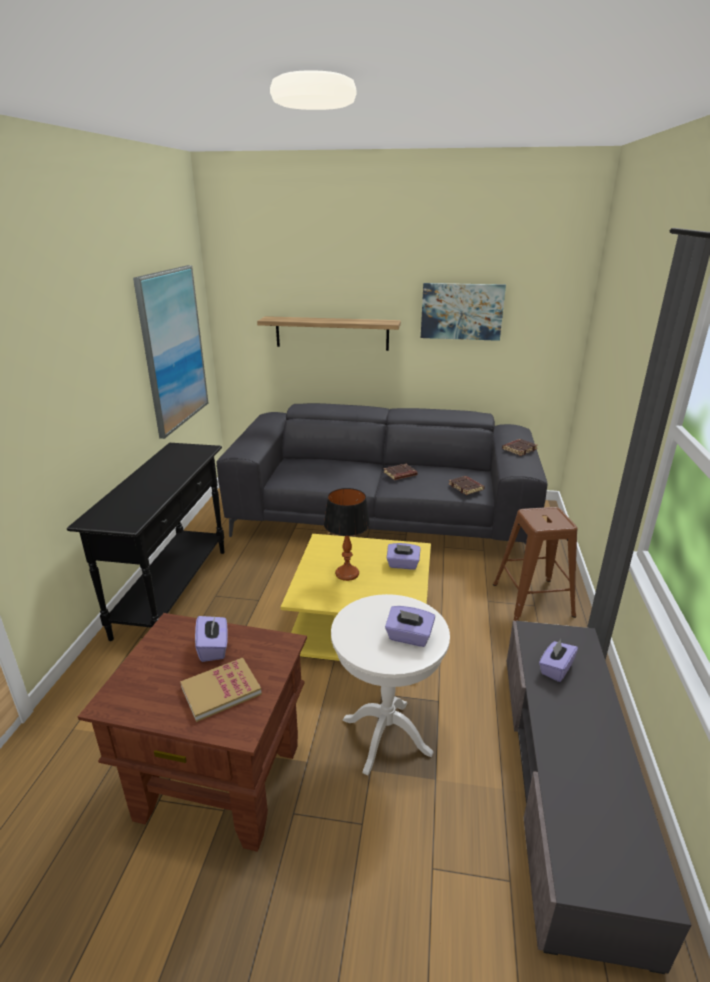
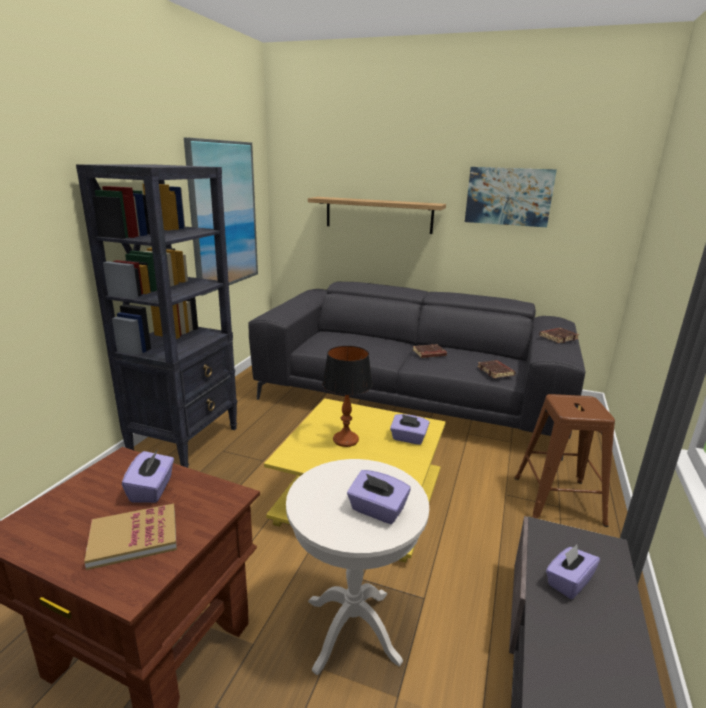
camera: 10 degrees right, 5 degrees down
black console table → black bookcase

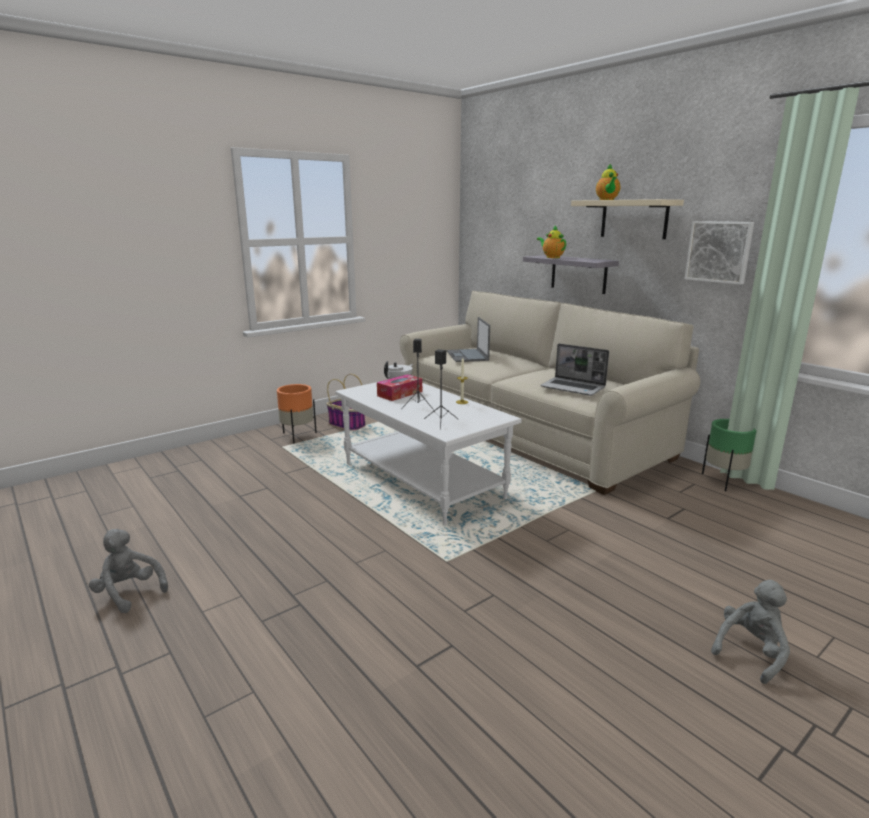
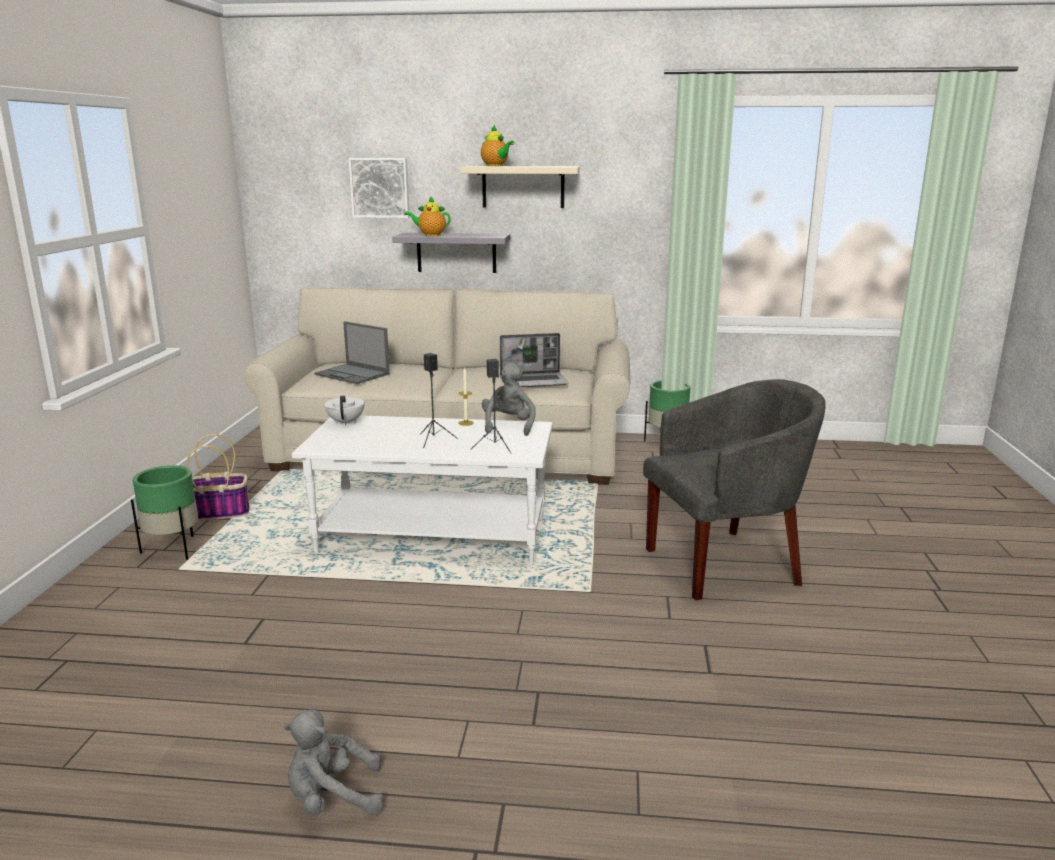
camera: 45 degrees left, 0 degrees up
orange planter → green planter (no. 1 from left)
tissue box → -
picture, shifted
grey plush toy (no. 2 from left), shifted
- → grey armchair

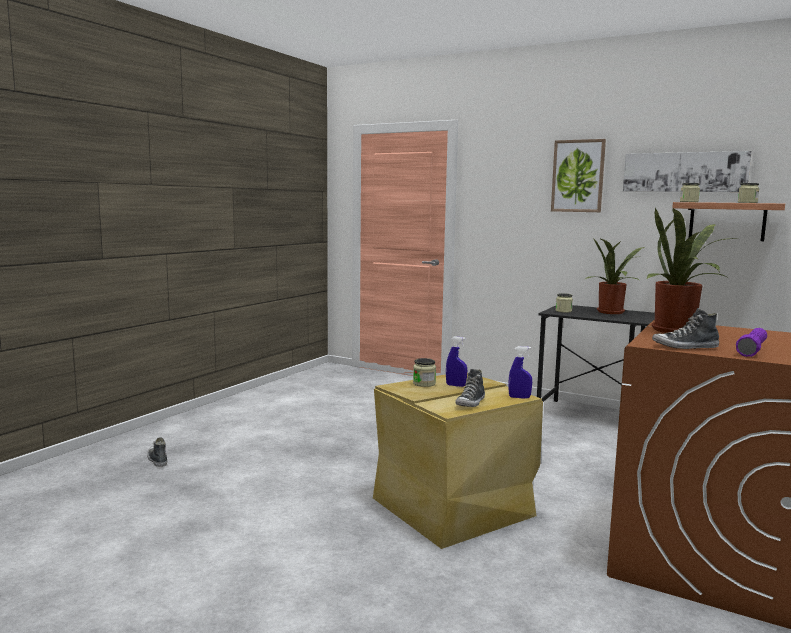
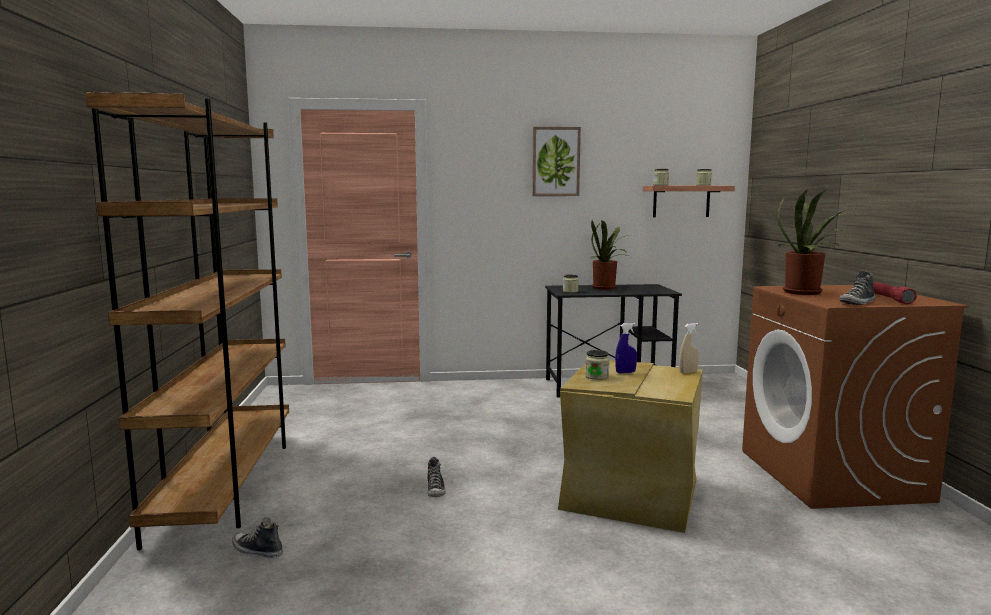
camera: 35 degrees left, 0 degrees up
shoe (no. 2 from left), shifted
blue spray bottle (no. 2 from left) → beige spray bottle
picture (no. 2 from left) → -
purple flashlight → red flashlight
- → brown bookcase

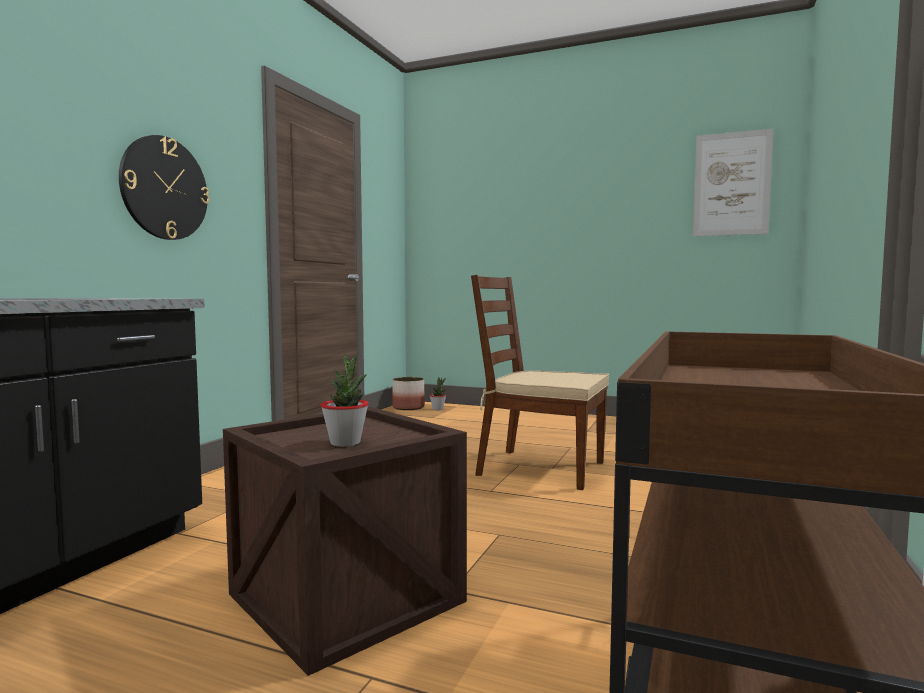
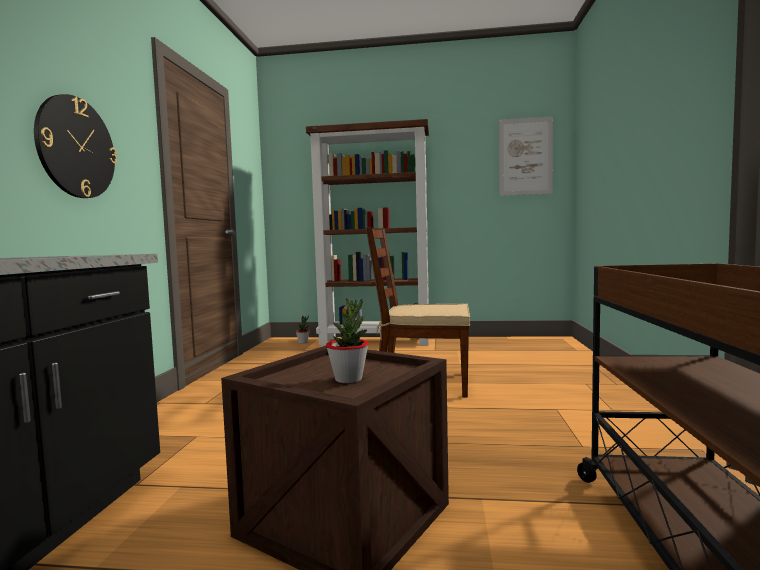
camera: 15 degrees left, 0 degrees up
planter → -
- → brown bookcase

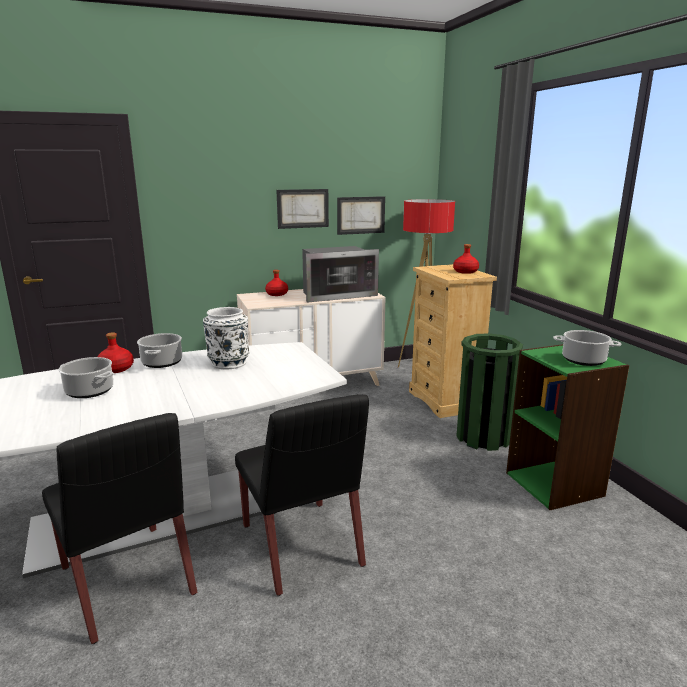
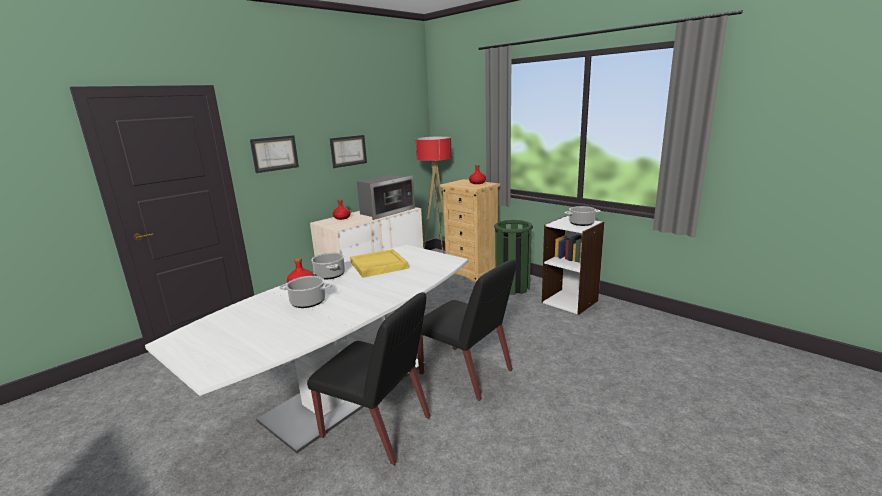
camera: 25 degrees left, 0 degrees up
white vase → yellow tray
picture (no. 2 from left in the first image) → picture (no. 1 from left), shifted
green bookcase → white bookcase

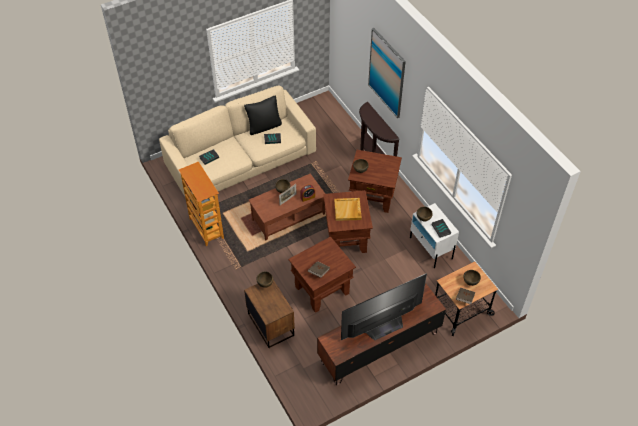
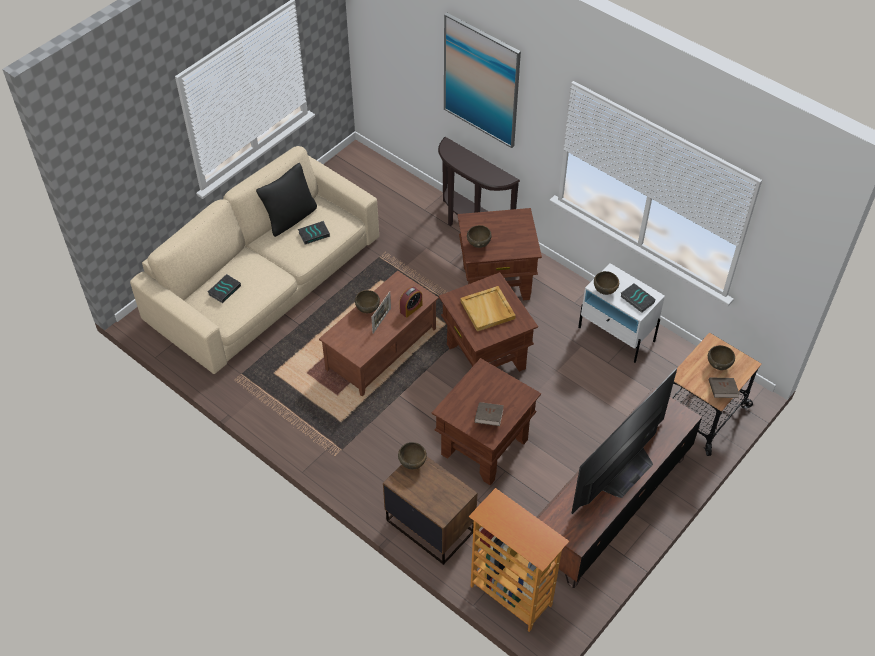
camera: 20 degrees left, 0 degrees up
bookcase, shifted

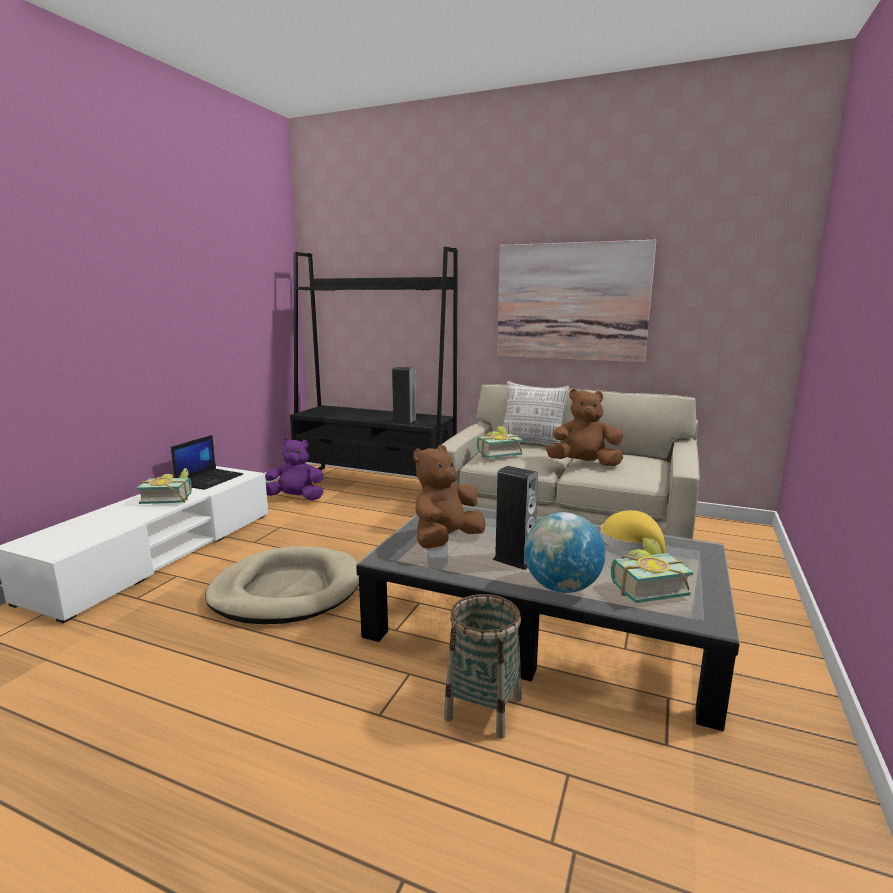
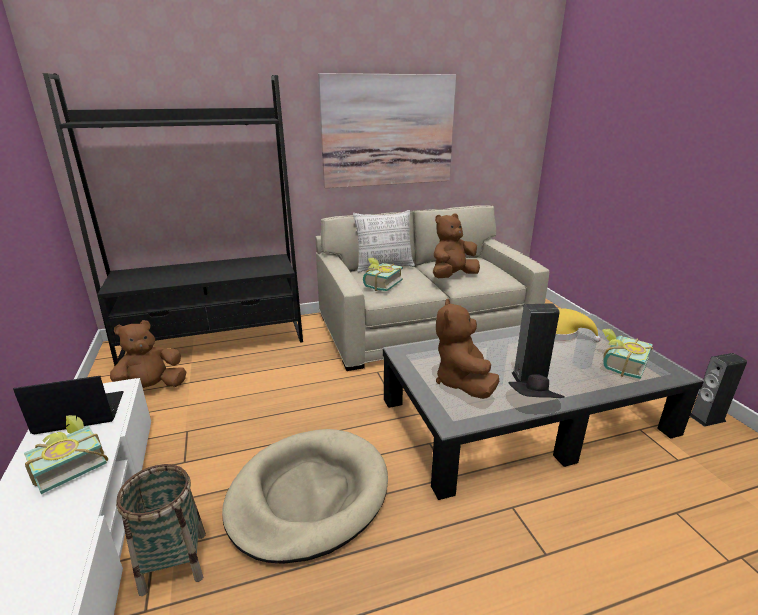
camera: 40 degrees left, 10 degrees up
laptop, 90 degrees counterclockwise
purple plush toy → brown plush toy (no. 1 from left)
speaker (no. 1 from left in the first image) → speaker (no. 2 from left), shifted
basket, shifted
globe → -
- → black hat

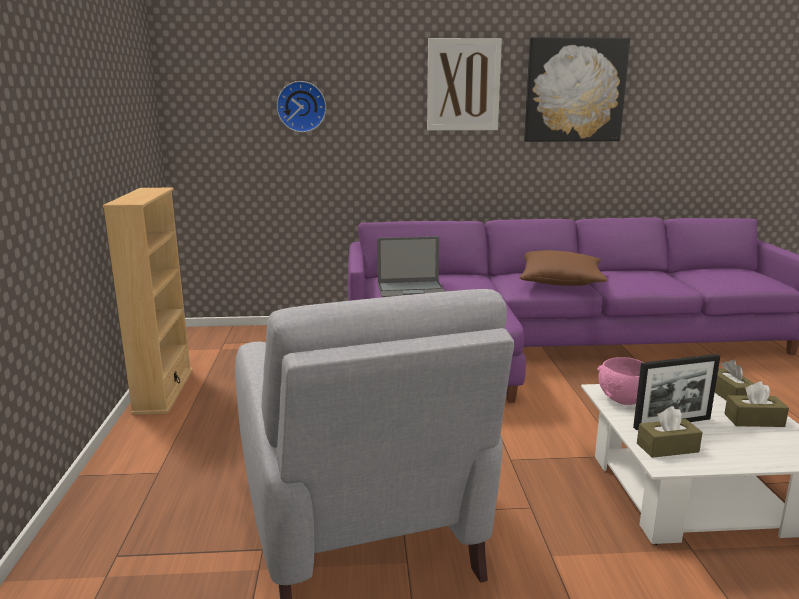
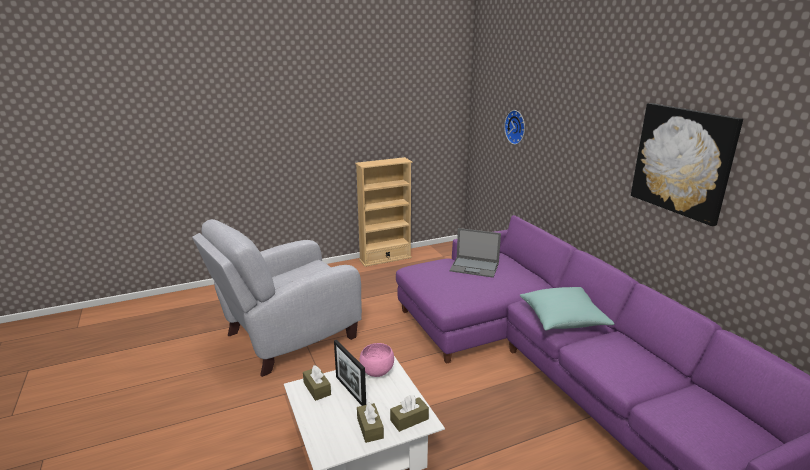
camera: 70 degrees right, 5 degrees up
laptop, 45 degrees counterclockwise
picture (no. 1 from left) → -
brown pillow → turquoise pillow

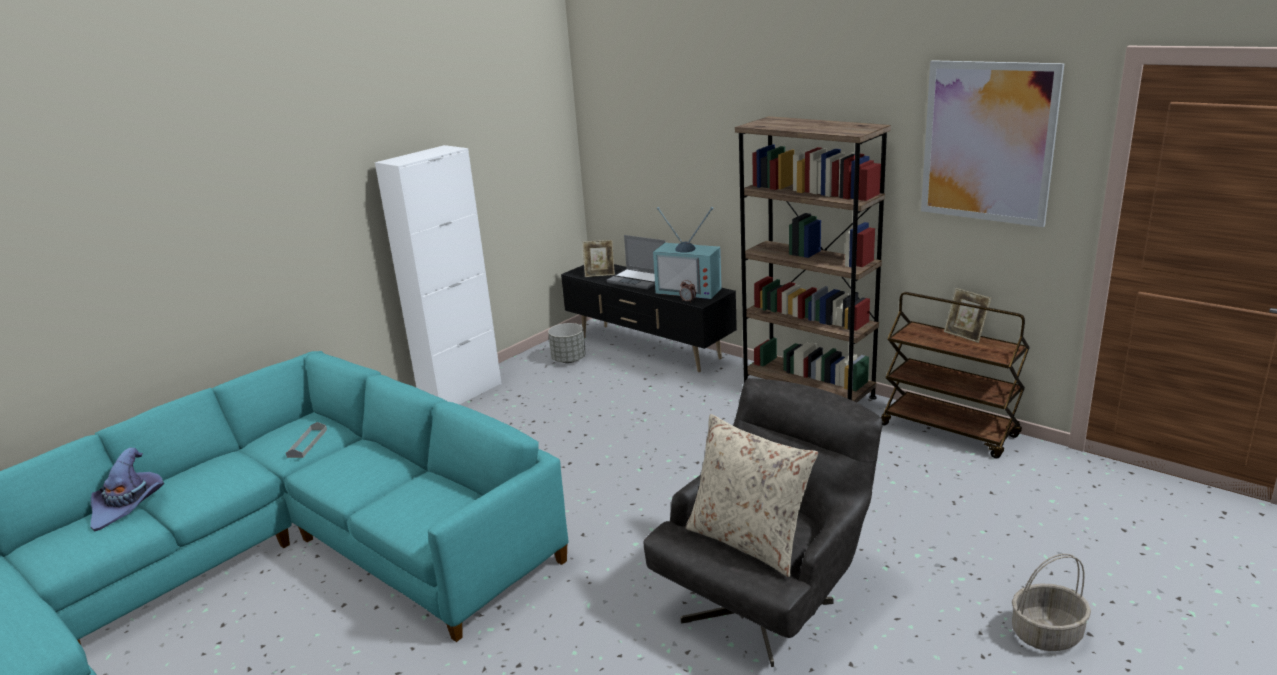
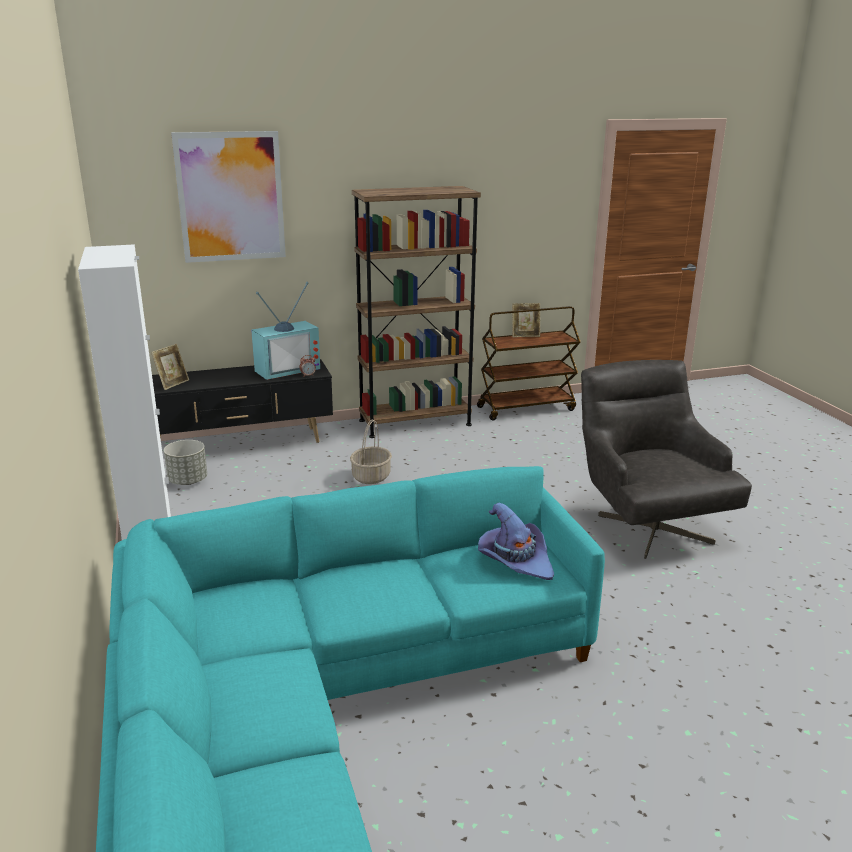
camera: 60 degrees left, 0 degrees up
purple hat, shifted
grey tray → -
laptop → -
beige pillow → -
picture, shifted
basket, shifted

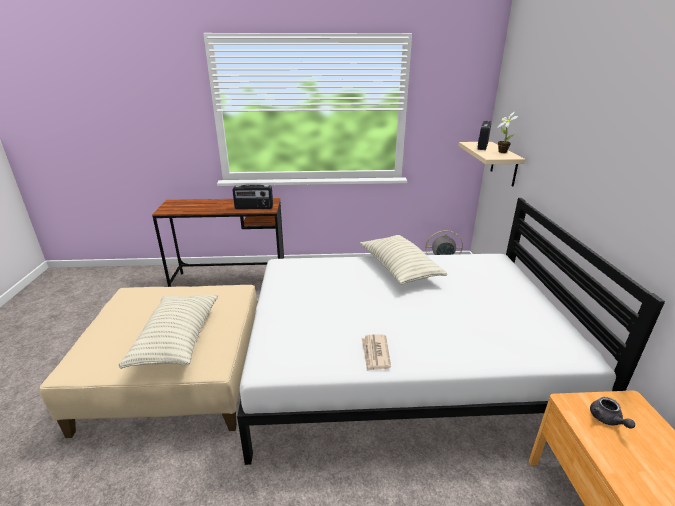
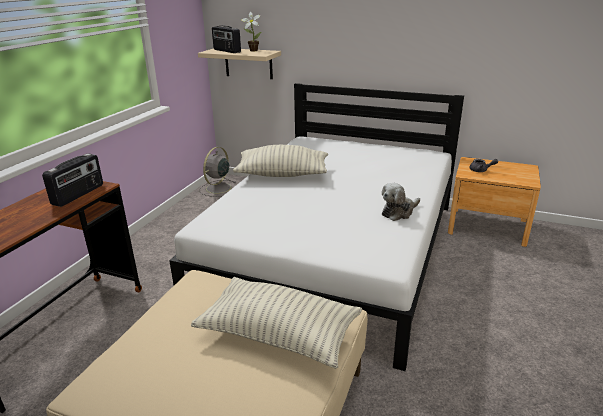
camera: 65 degrees left, 0 degrees up
newspaper → plush toy

